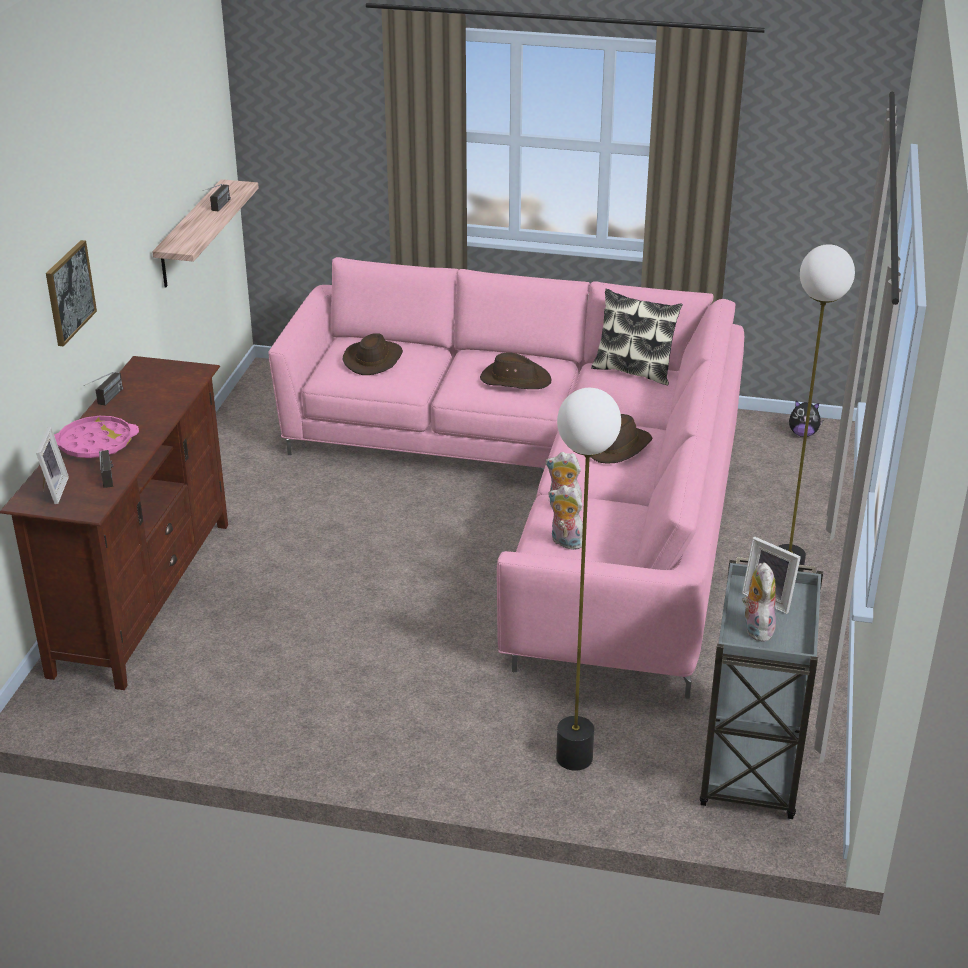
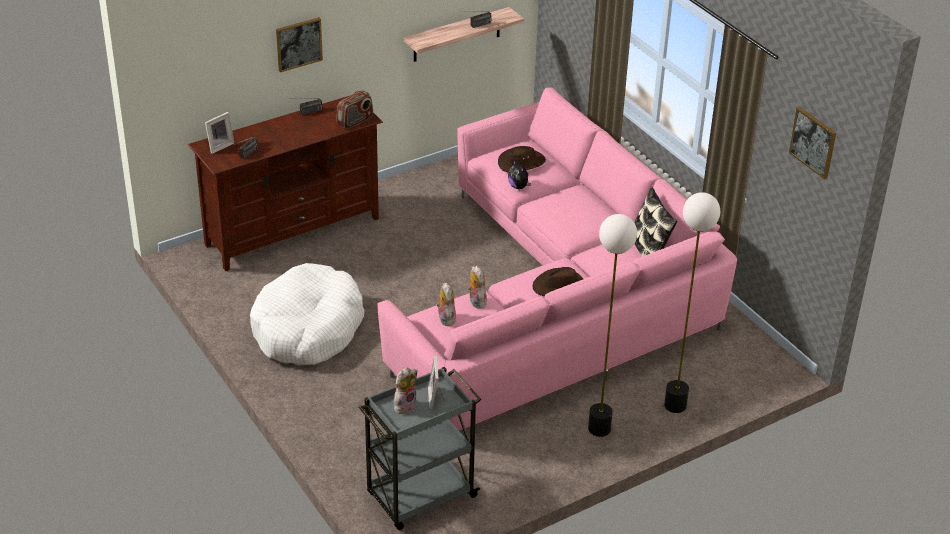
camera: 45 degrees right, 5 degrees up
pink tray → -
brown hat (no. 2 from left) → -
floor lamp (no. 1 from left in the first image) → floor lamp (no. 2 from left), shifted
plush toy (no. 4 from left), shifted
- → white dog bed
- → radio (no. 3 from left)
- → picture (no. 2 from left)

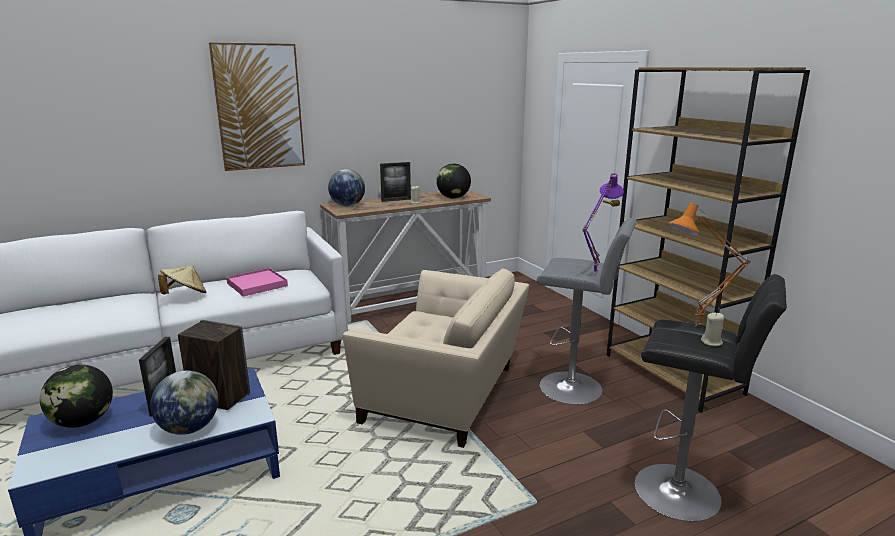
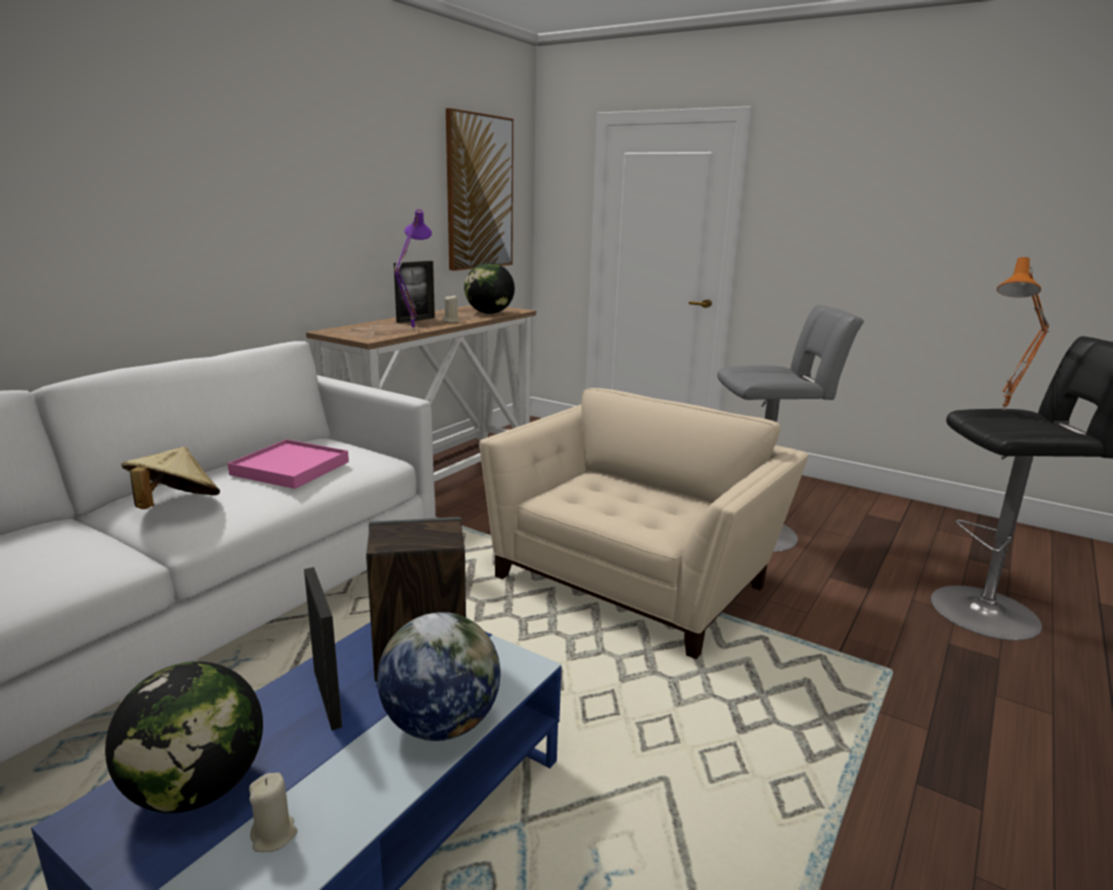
camera: 30 degrees left, 0 degrees up
picture, shifted
globe (no. 3 from left) → -
beige armchair, 45 degrees counterclockwise
purple table lamp, shifted
brown bookcase → -
beige candle (no. 2 from left in the first image) → beige candle (no. 1 from left), shifted

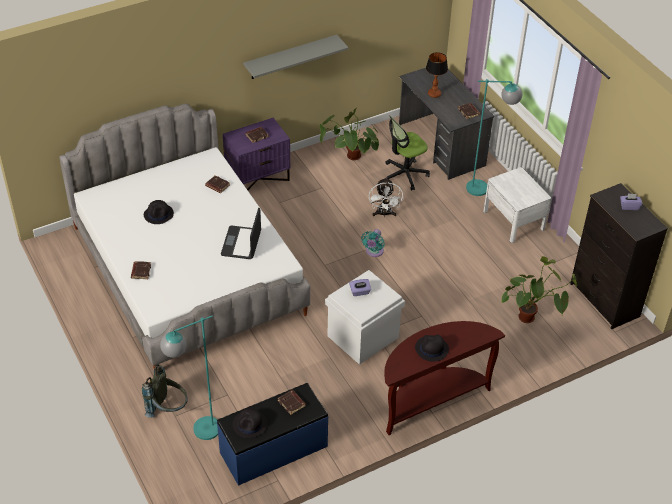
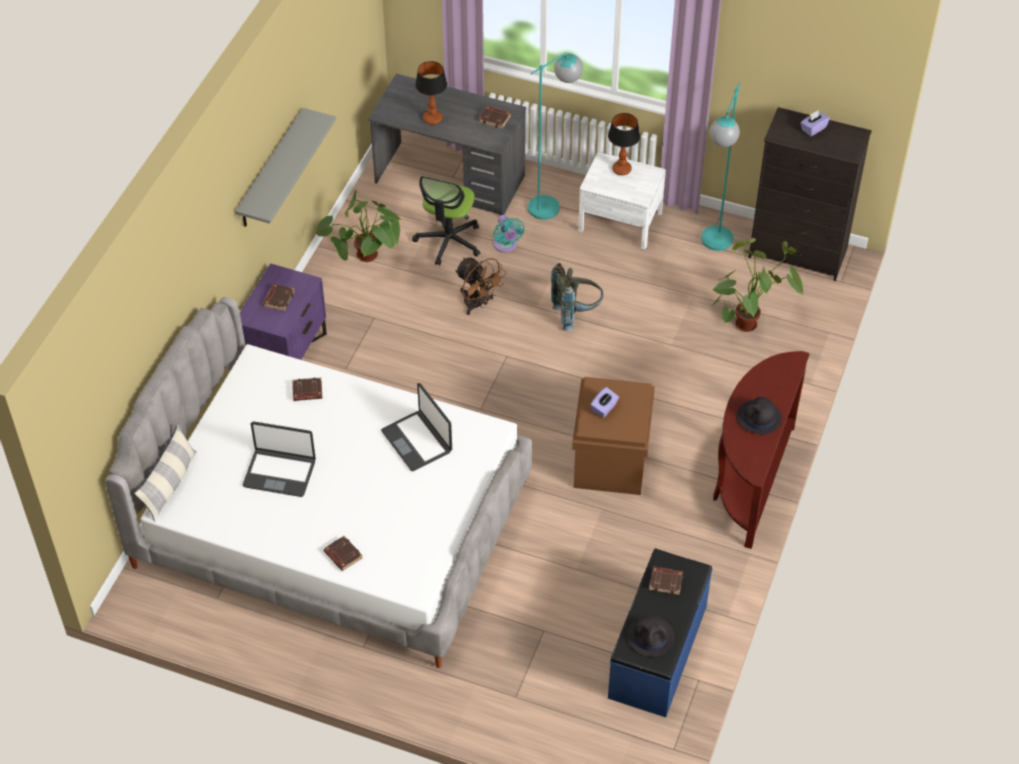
camera: 40 degrees left, 5 degrees up
grey backpack, shifted
black hat (no. 1 from left) → laptop (no. 1 from left)
turquoise floor lamp (no. 1 from left in the first image) → turquoise floor lamp (no. 2 from left), shifted
white storage box → brown storage box
turquoise fan, shifted
white fan → brown fan
- → pillow
- → table lamp (no. 2 from left)

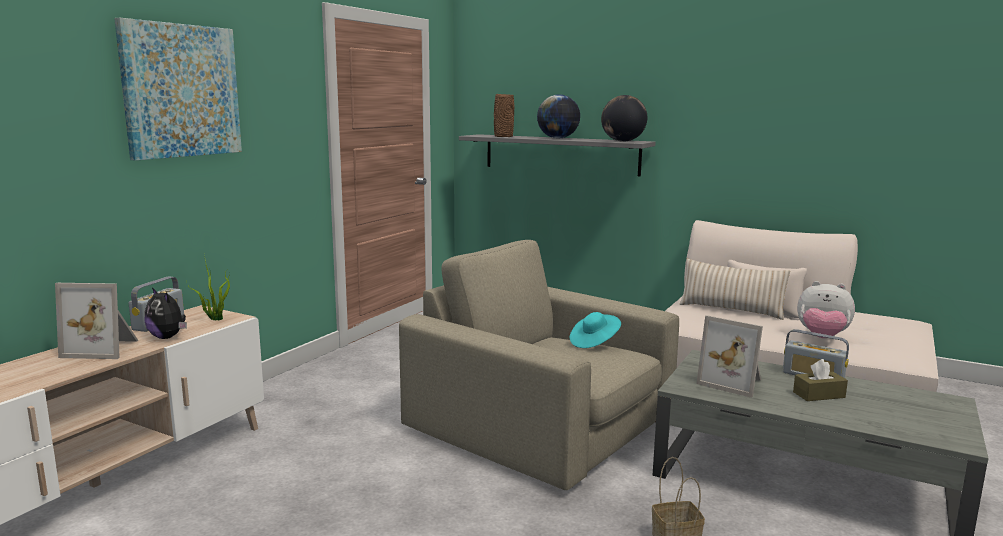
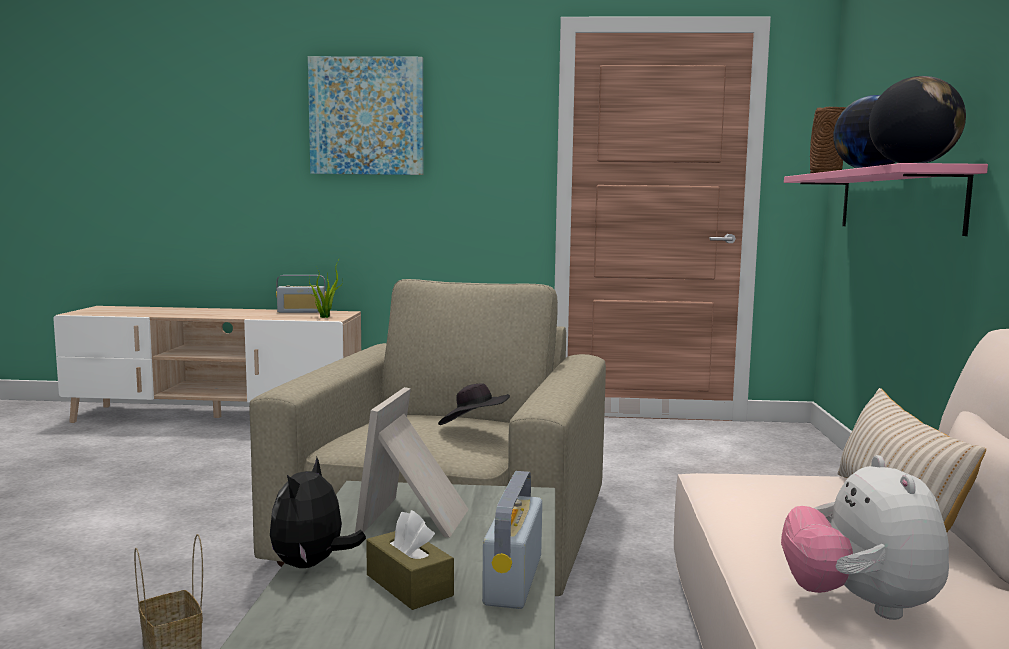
camera: 65 degrees right, 5 degrees down
picture frame (no. 1 from left) → -
plush toy (no. 1 from left), shifted
grey shelf → pink shelf
turquoise hat → black hat

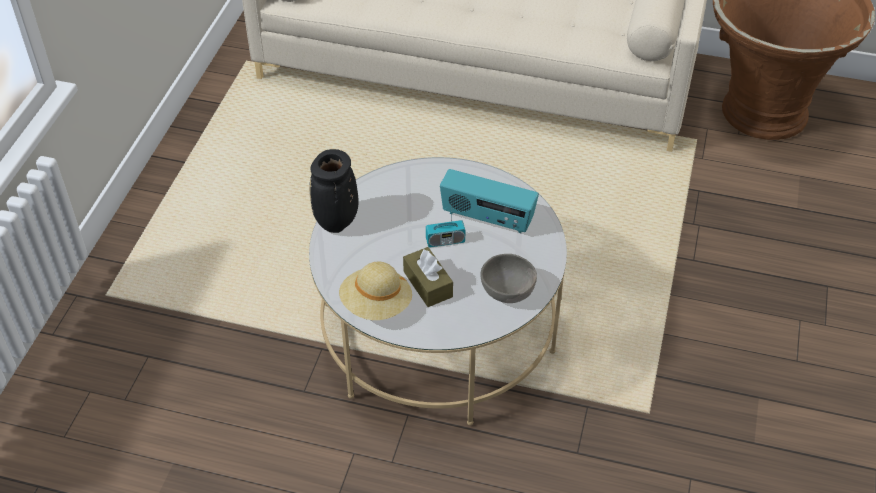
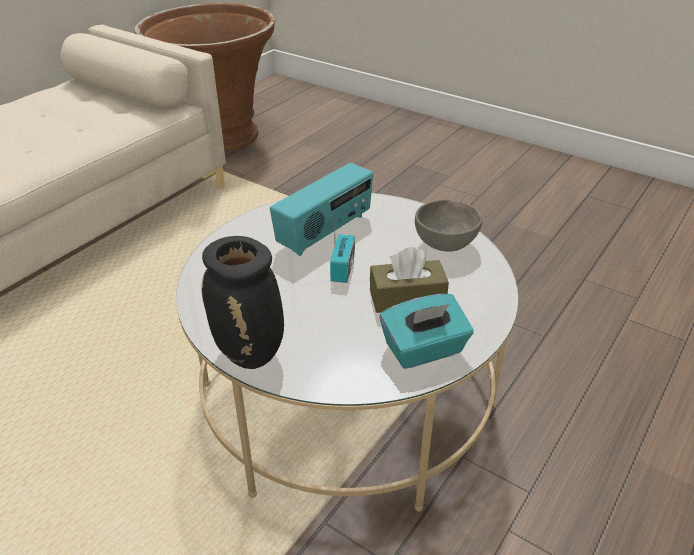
camera: 70 degrees left, 10 degrees down
beige hat → turquoise tissue box

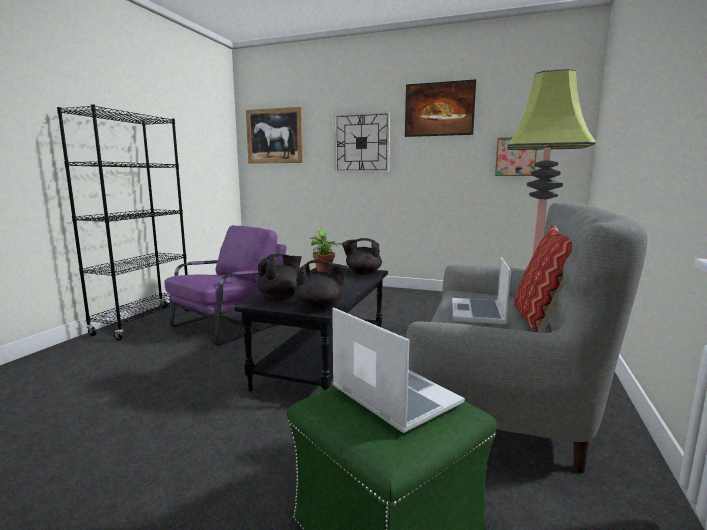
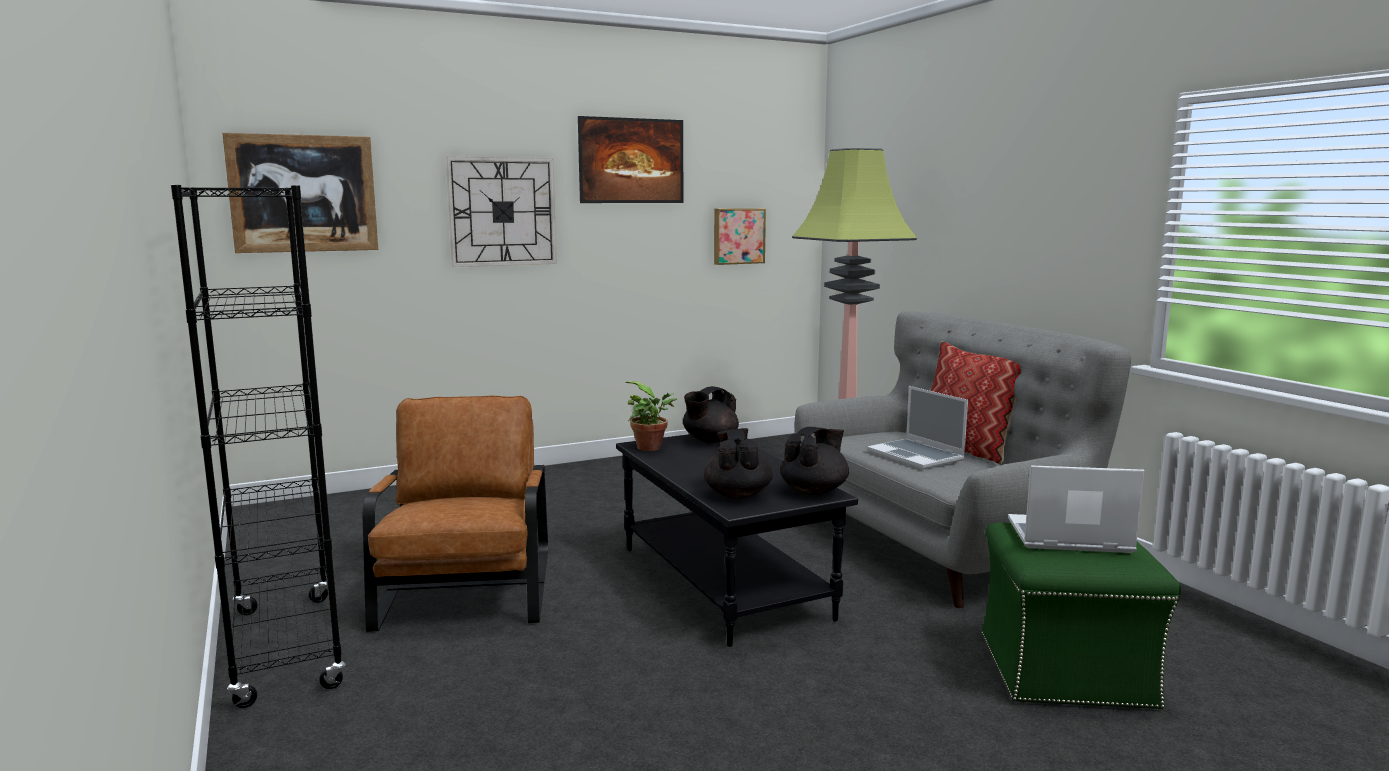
camera: 45 degrees left, 0 degrees up
purple armchair → brown armchair

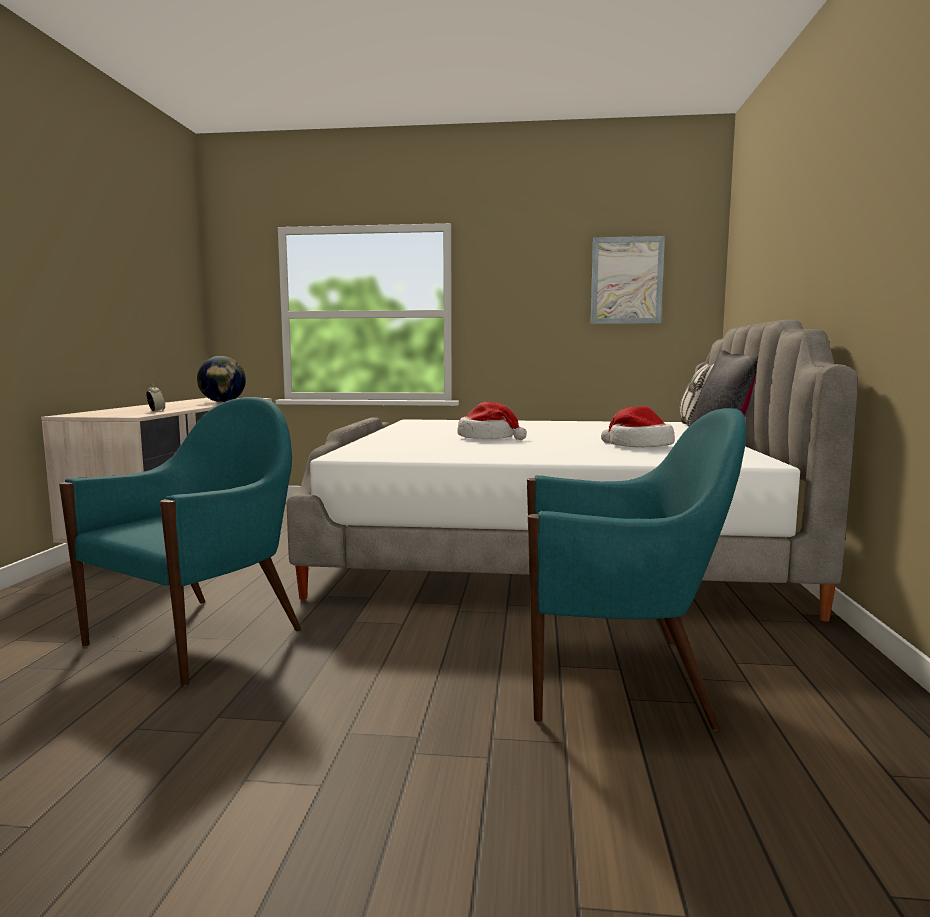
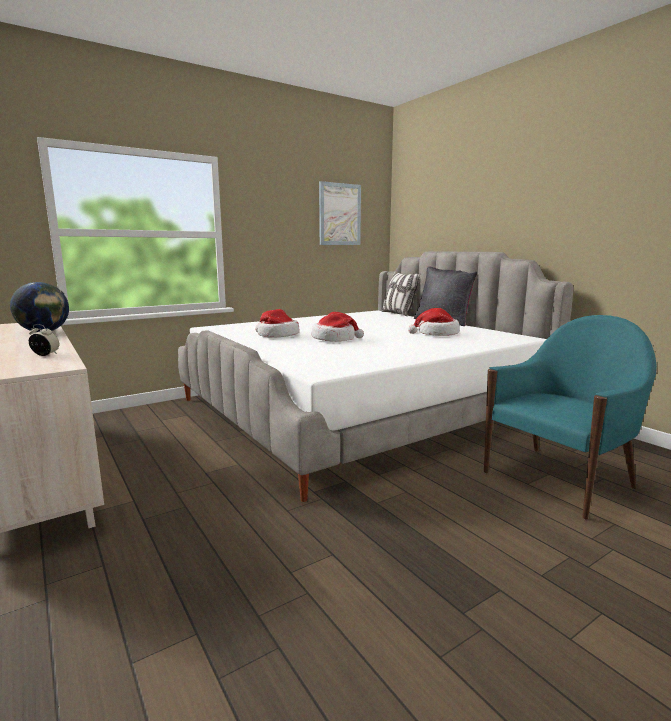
camera: 40 degrees left, 5 degrees up
turquoise armchair (no. 1 from left) → -
- → hat (no. 1 from left)

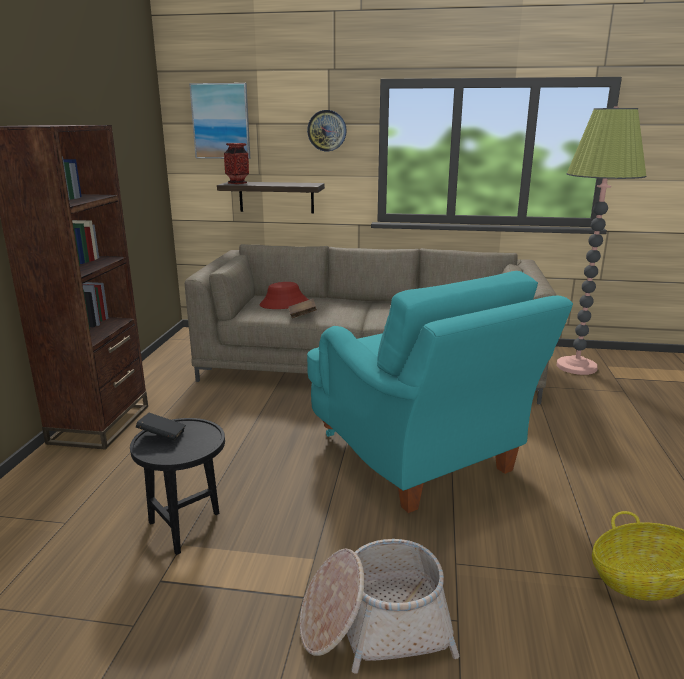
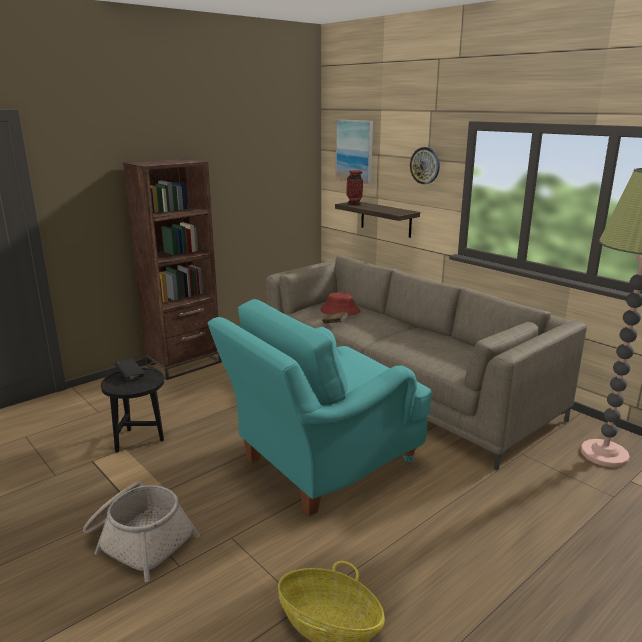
camera: 40 degrees right, 0 degrees up
turquoise armchair, 45 degrees clockwise

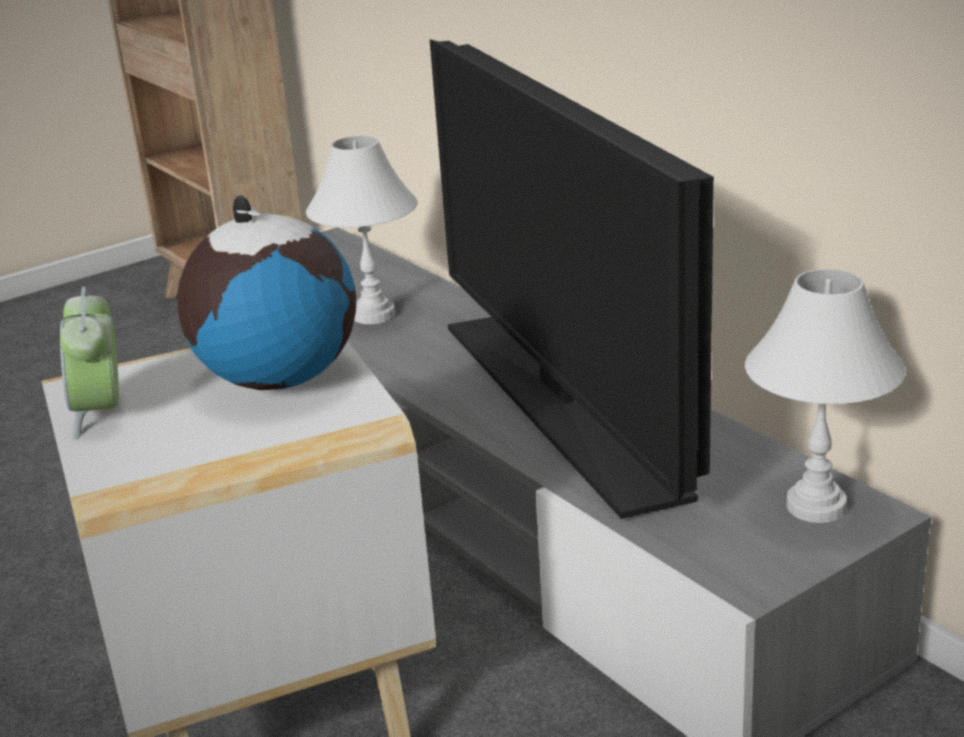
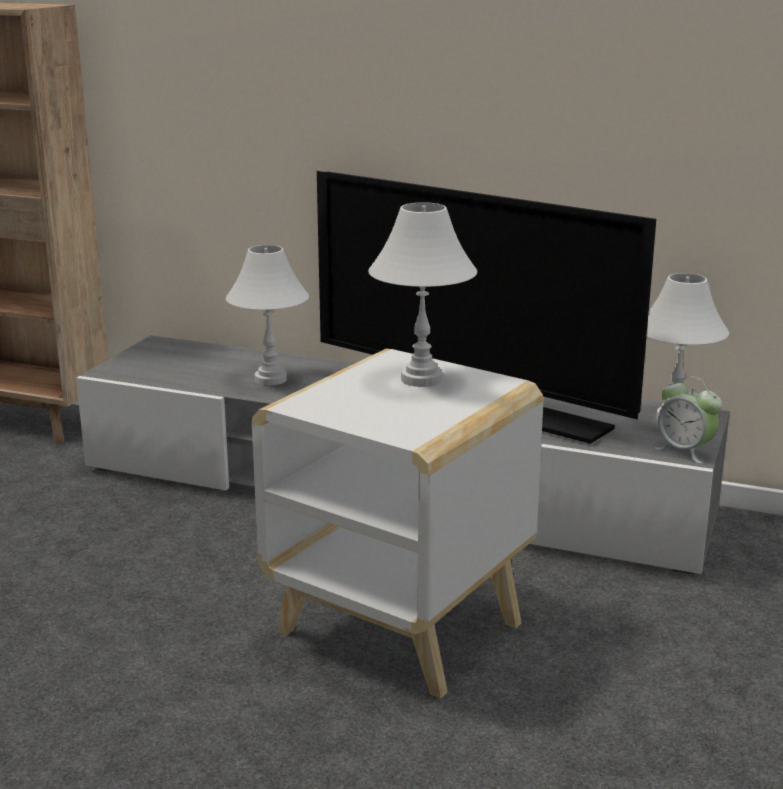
camera: 35 degrees left, 5 degrees down
alarm clock, shifted
globe → white table lamp (no. 2 from left)

